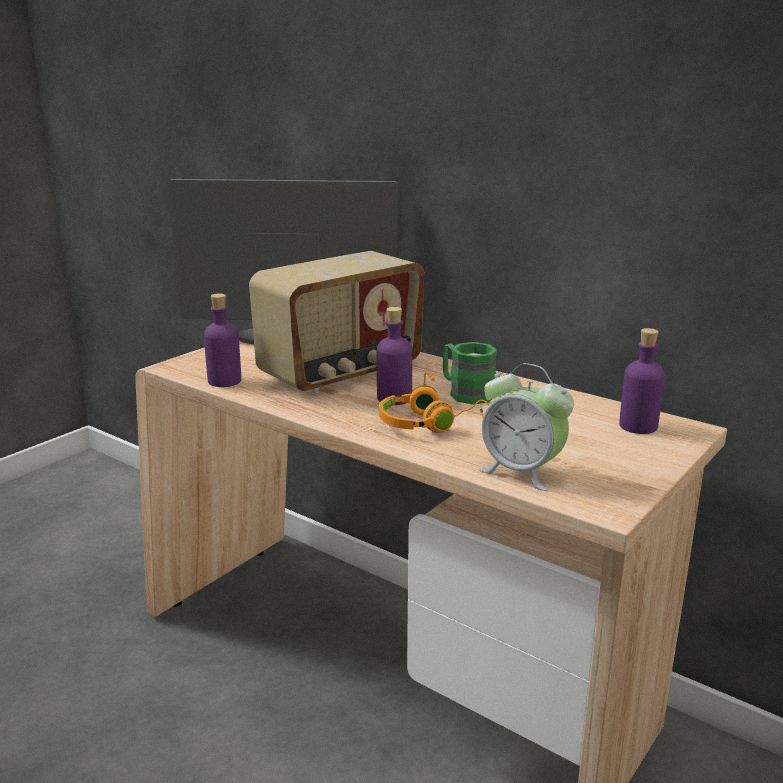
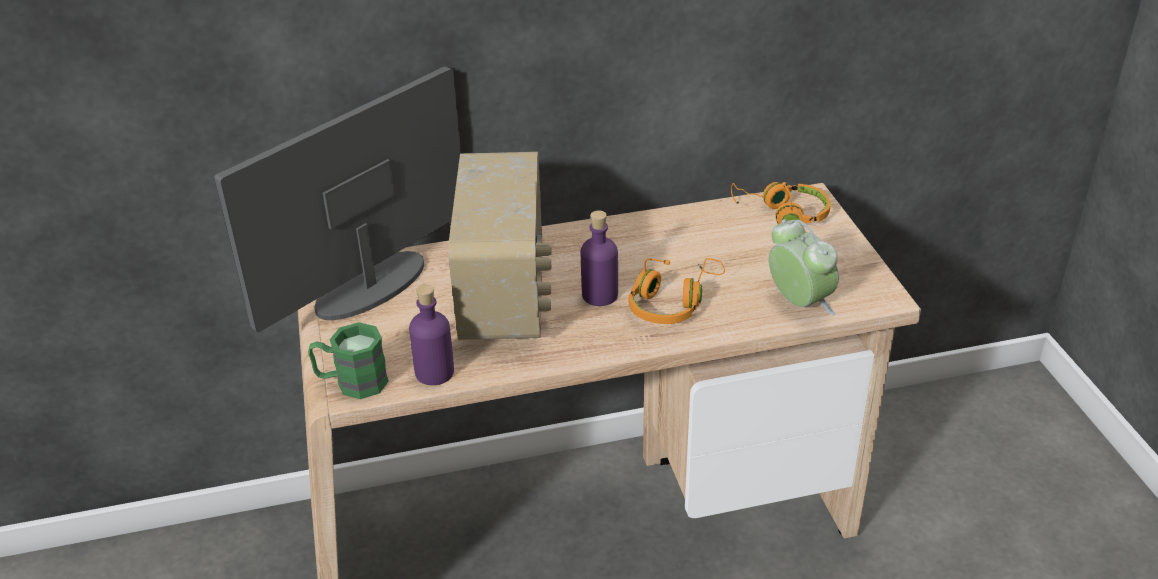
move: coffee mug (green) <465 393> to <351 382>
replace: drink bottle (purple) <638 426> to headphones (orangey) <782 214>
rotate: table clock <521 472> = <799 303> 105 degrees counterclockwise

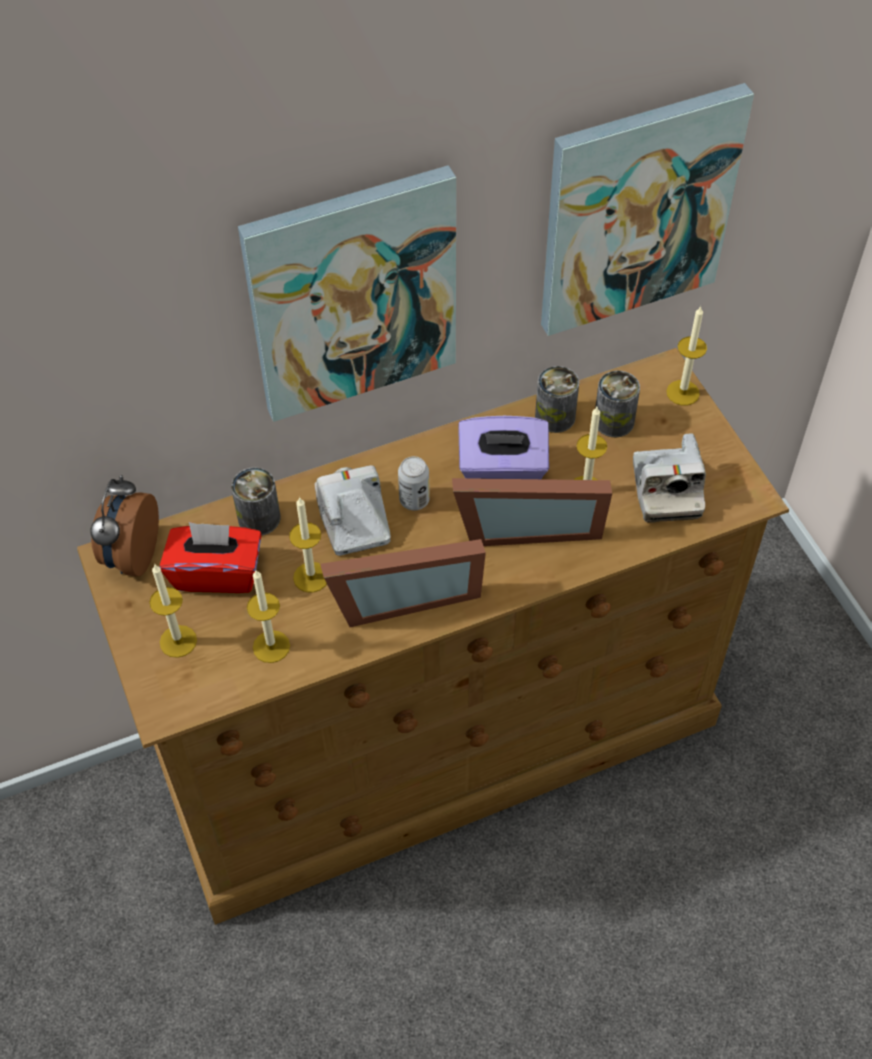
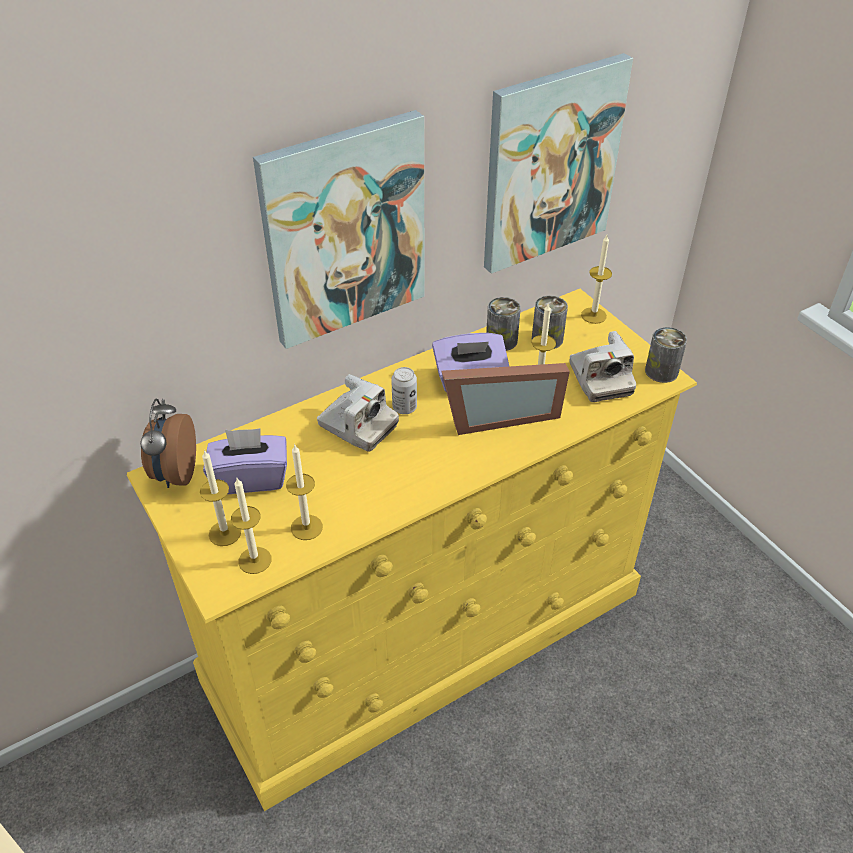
delete: picture frame <402 595>
move: wax candle <311 577> to <255 560>; sealed can <259 518> to <661 371>
recolor: dresser (brown-coloured) <442 742> to dresser (yellowish) <428 636>; tissue holder (red-coloured) <217 573> to tissue holder (purple) <250 477>
rotate: still camera <353 519> = <358 426> 150 degrees clockwise

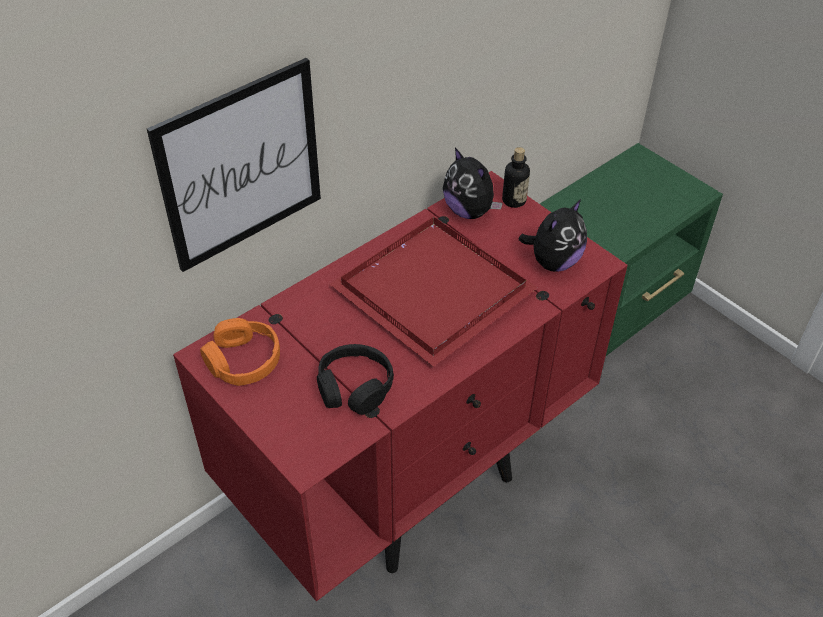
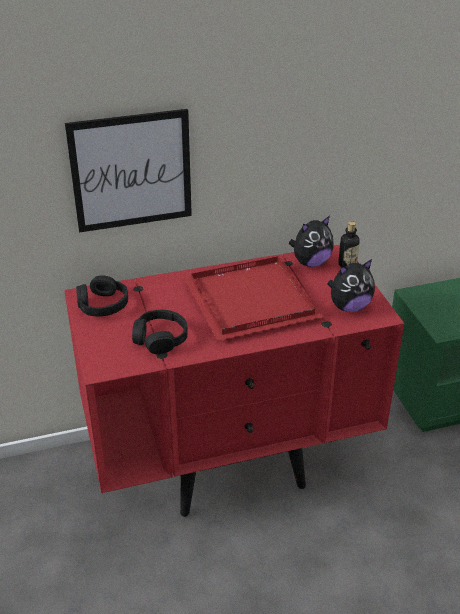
recolor: headphones (orangey) <243 360> to headphones (black) <102 305>
rotate: plush toy <469 211> = <310 262> 105 degrees counterclockwise

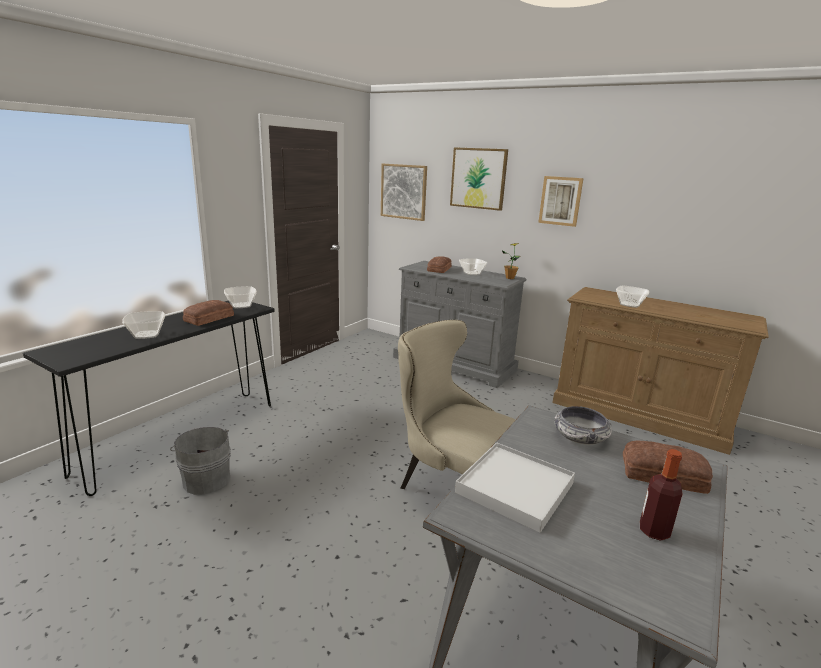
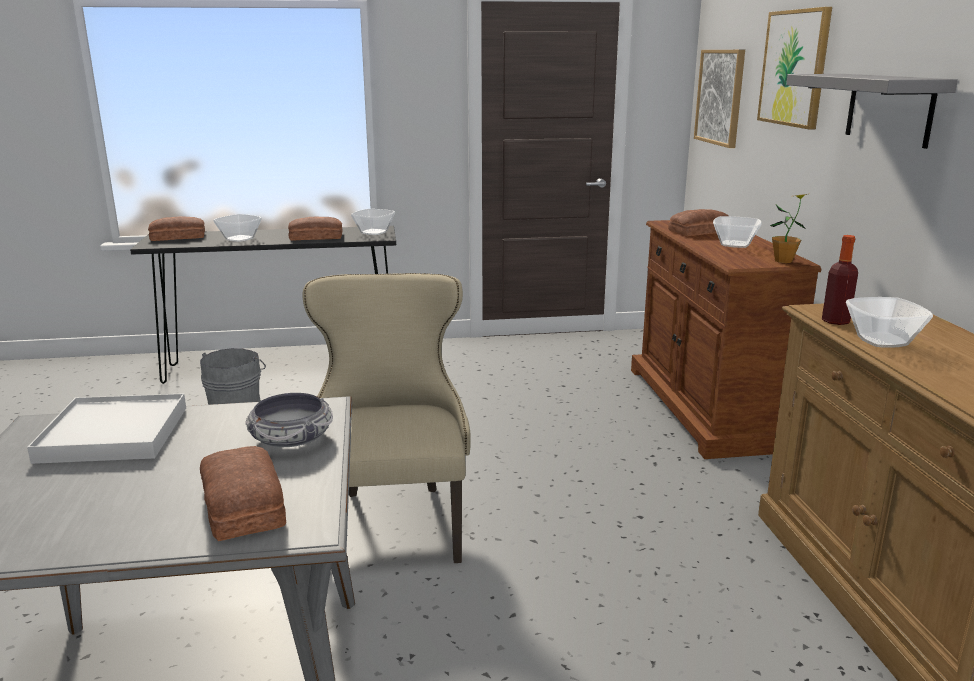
insert: bread <178 237>
move: drink bottle <654 531> to <835 321>
replace: wall picture <560 201> to wall shelf (grey) <889 109>
recolor: dresser (grey) <455 363> to dresser (brown-coloured) <709 407>

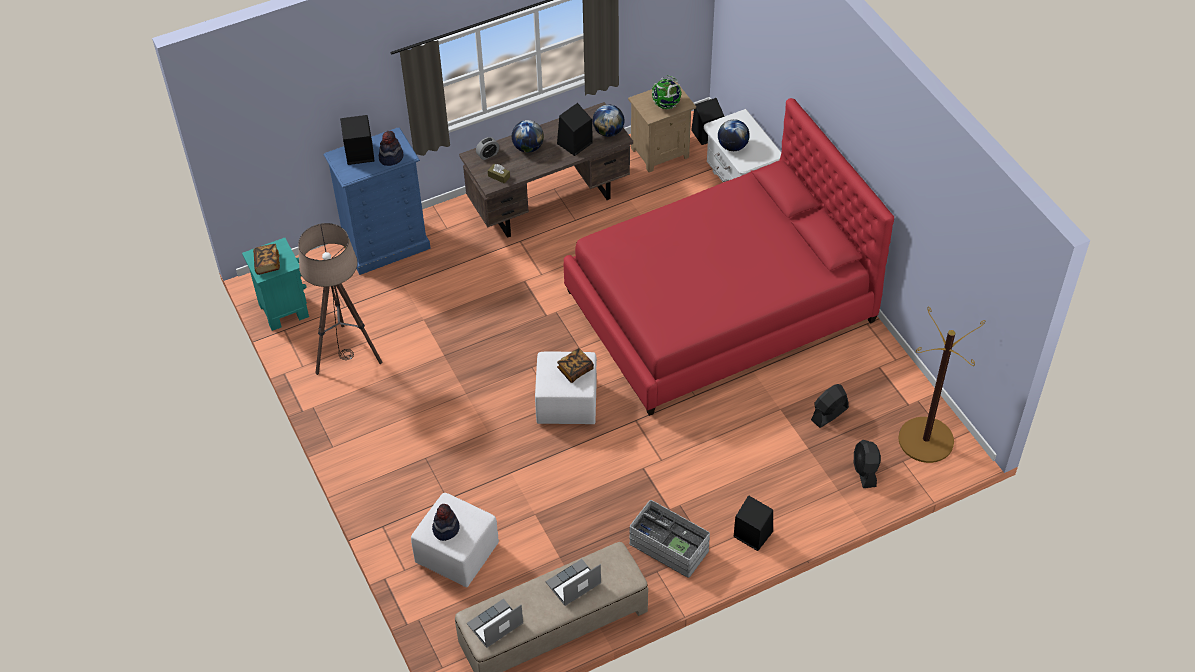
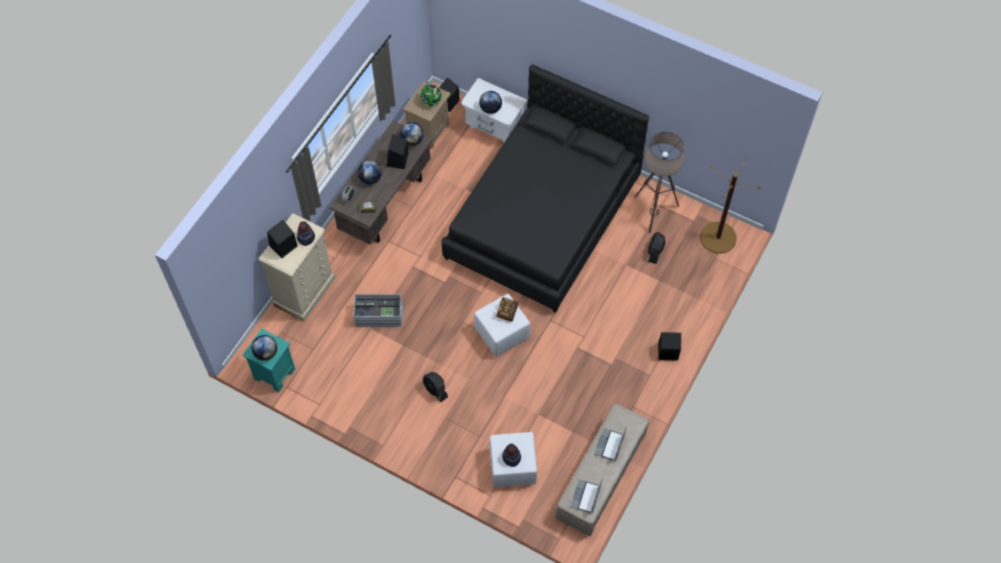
move: storage box (grey) <668 547> to <378 315>; electric fan (black) <865 471> to <435 390>; standard lamp <347 353> to <654 211>
replace: bound book <267 264> to globe <266 353>
recolor: dresser (blue-coloured) <386 245> to dresser (beige) <305 291>; sleeping bed (red-coloured) <720 306> to sleeping bed (black) <543 217>

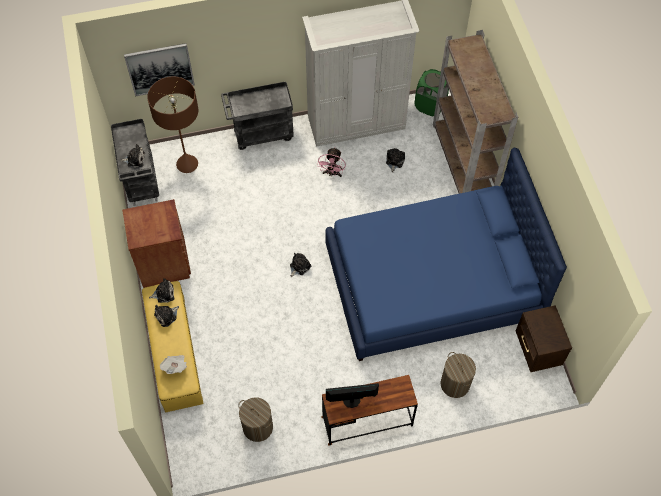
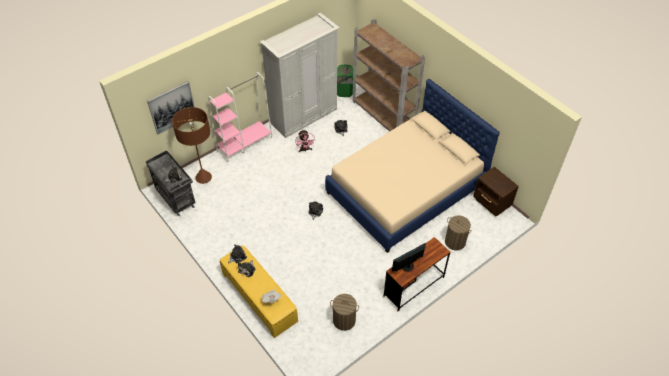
delete: dresser (brown-coloured) <163 263>
replace: wheeled cart (black) <260 136> to garment rack (pink) <245 144>
recolor: sleeping bed (blue-coloured) <433 282> to sleeping bed (beige) <406 189>

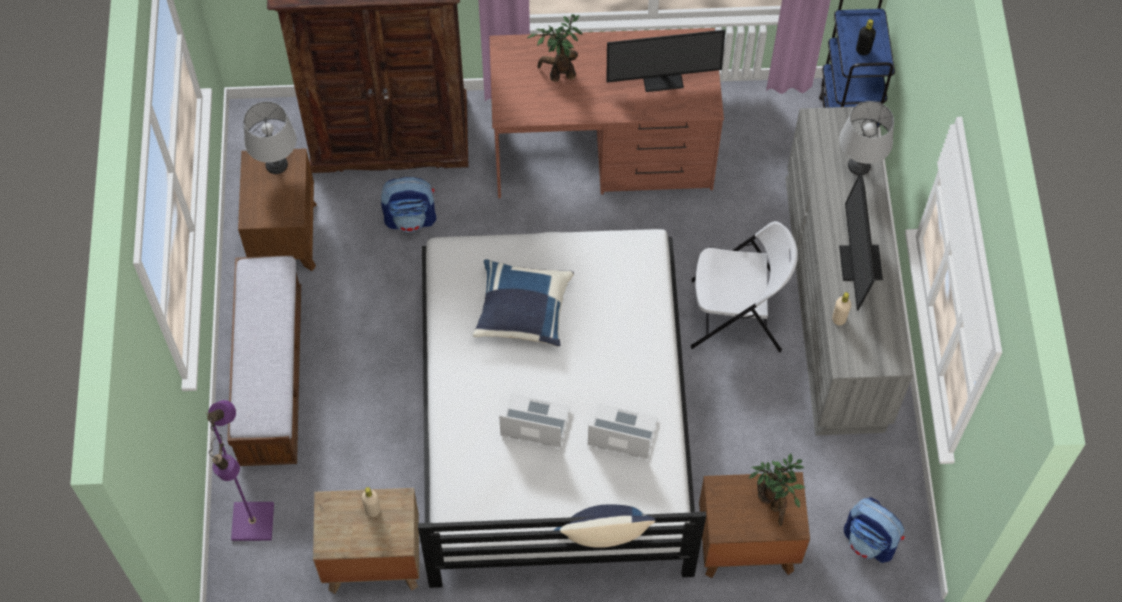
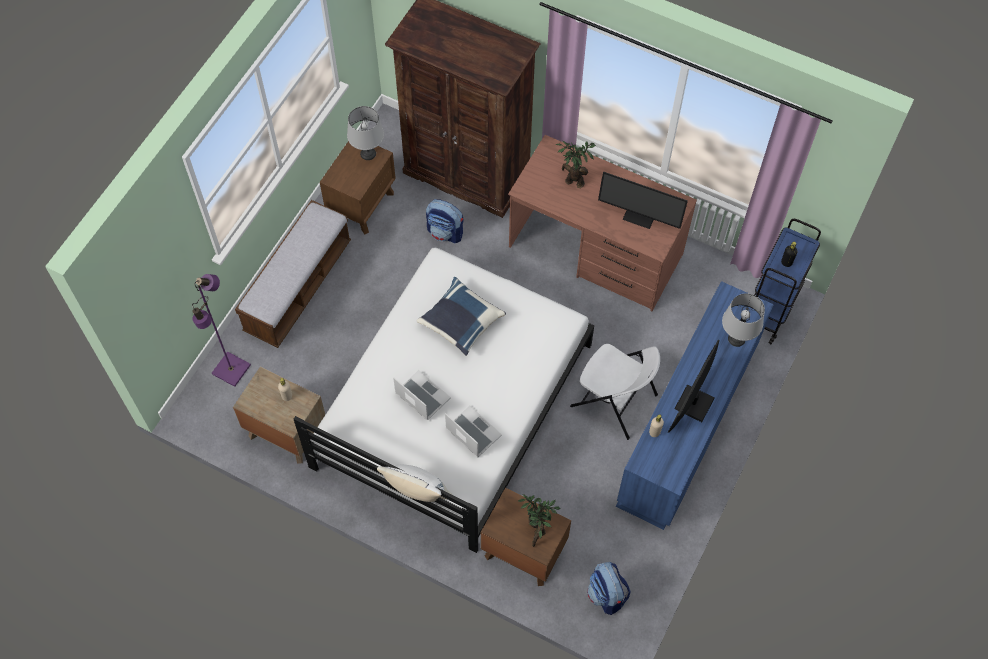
recolor: cushion (blue-coloured) <603 541> to cushion (white-coloured) <416 493>; dresser (grey) <836 300> to dresser (blue-coloured) <688 426>

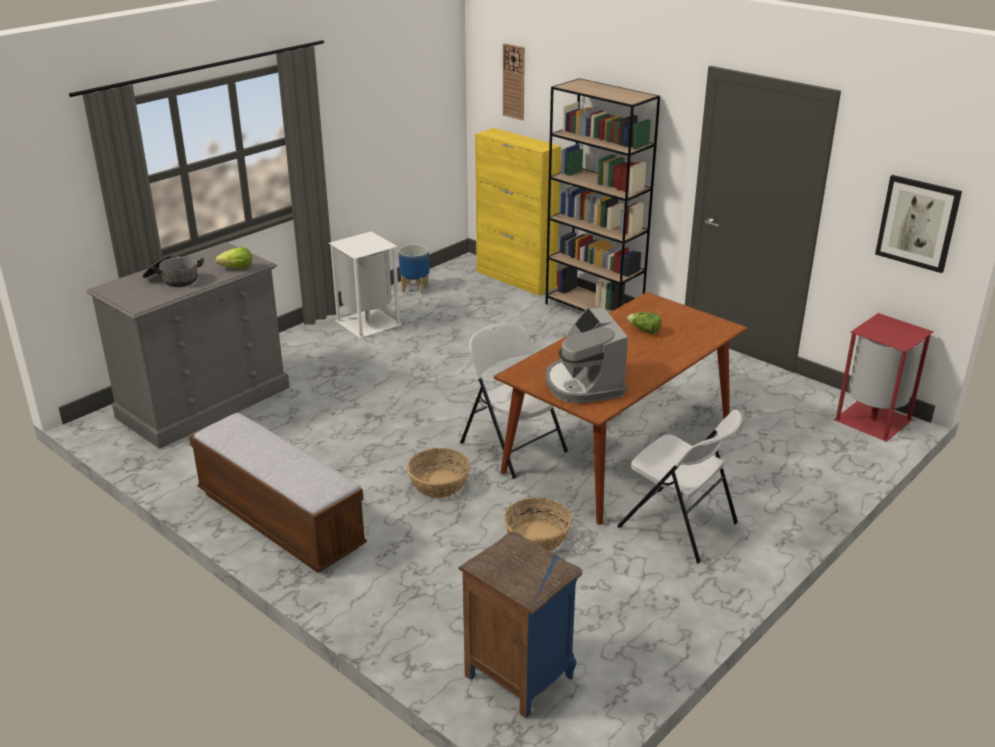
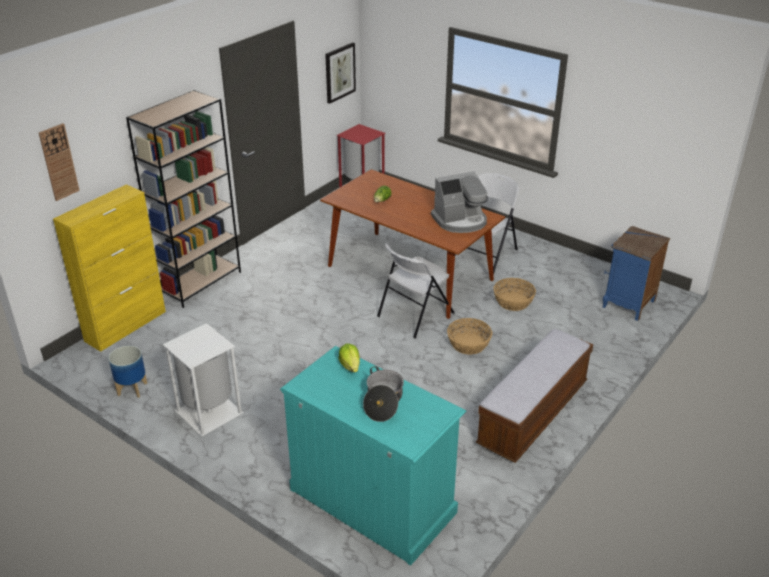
recolor: dresser (grey) <205 402> to dresser (blue-green) <372 500>

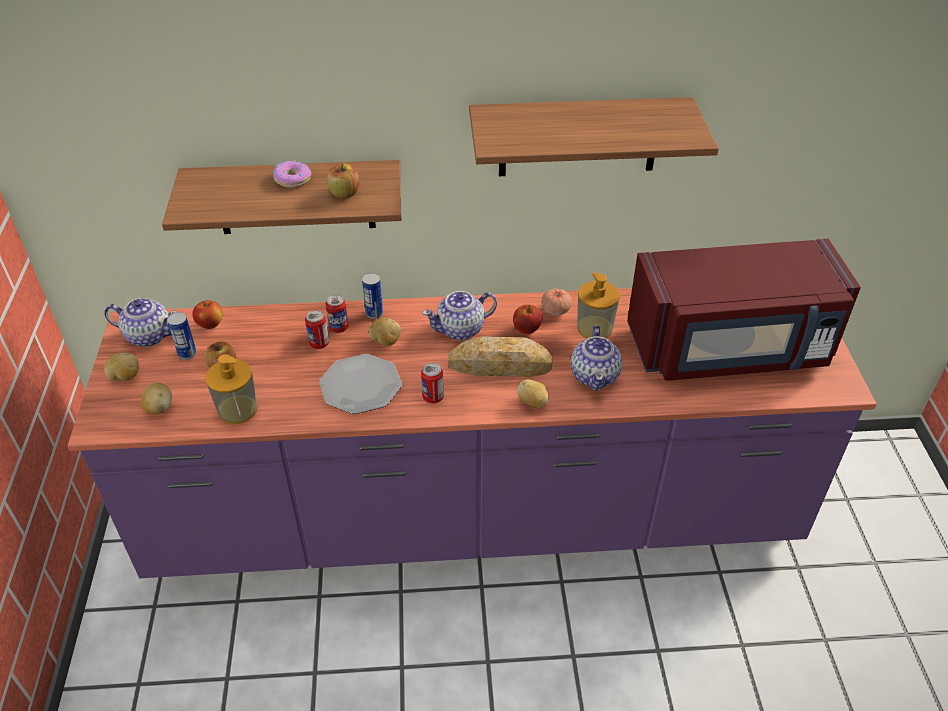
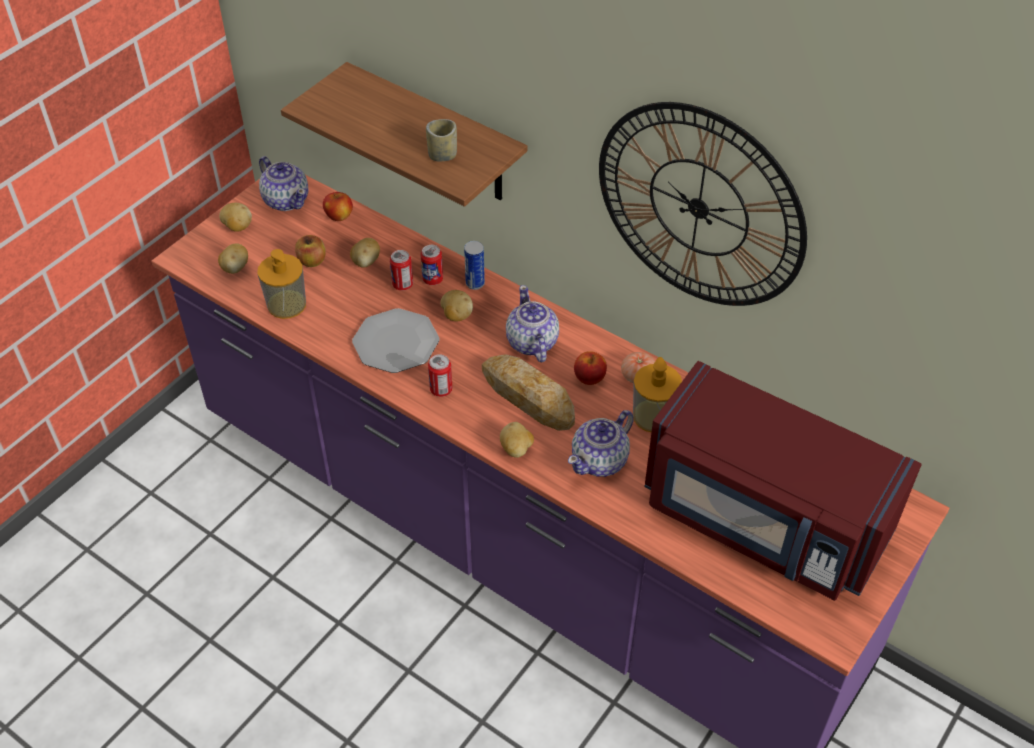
delete: sealed can <187 354>; doughnut <292 179>
insert: whole potato <366 262>
replace: apple <344 193> to small cup <442 155>; wall shelf <578 137> to clock on the wall <699 207>
rotate: pot for tea <461 329> = <531 343> 60 degrees clockwise

